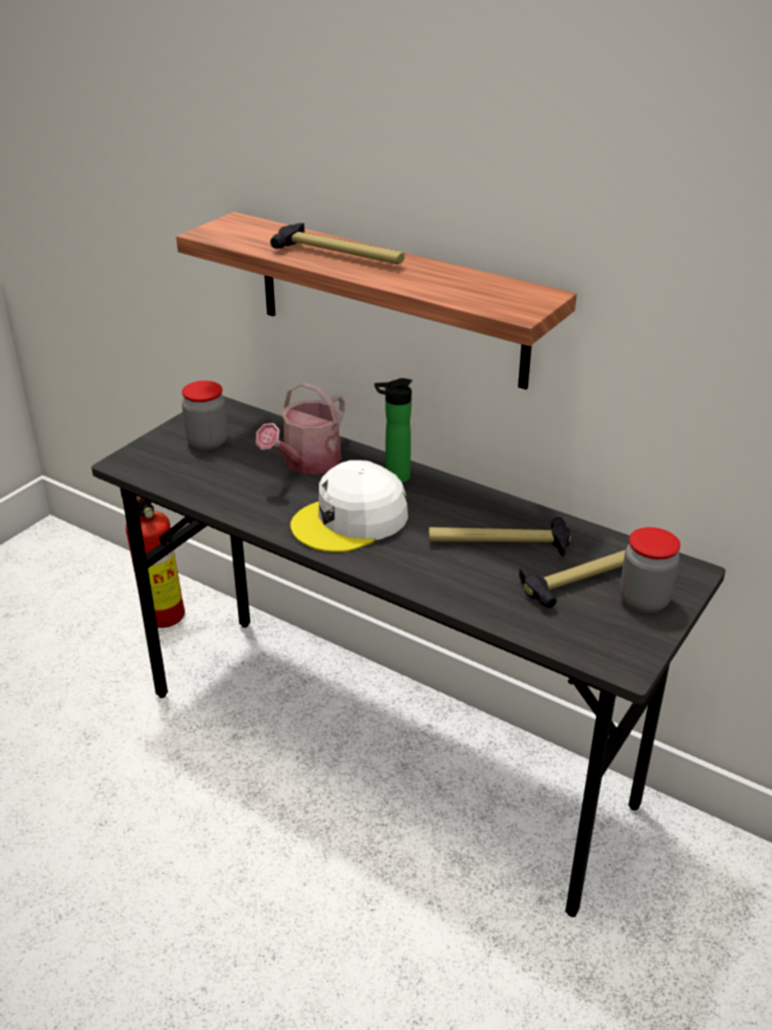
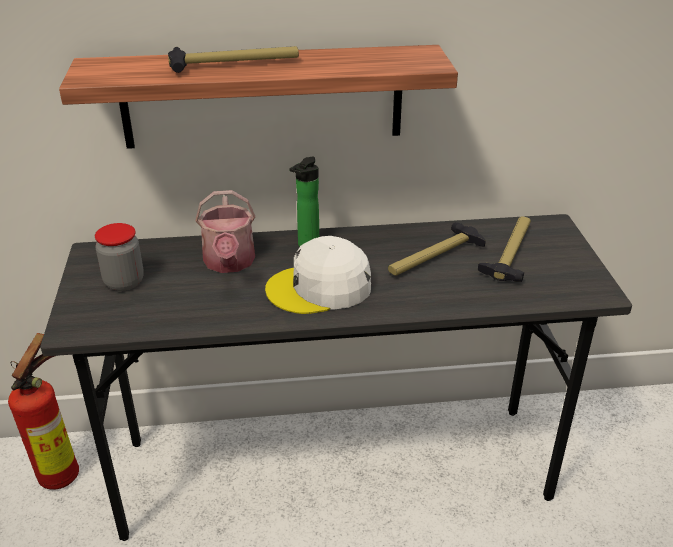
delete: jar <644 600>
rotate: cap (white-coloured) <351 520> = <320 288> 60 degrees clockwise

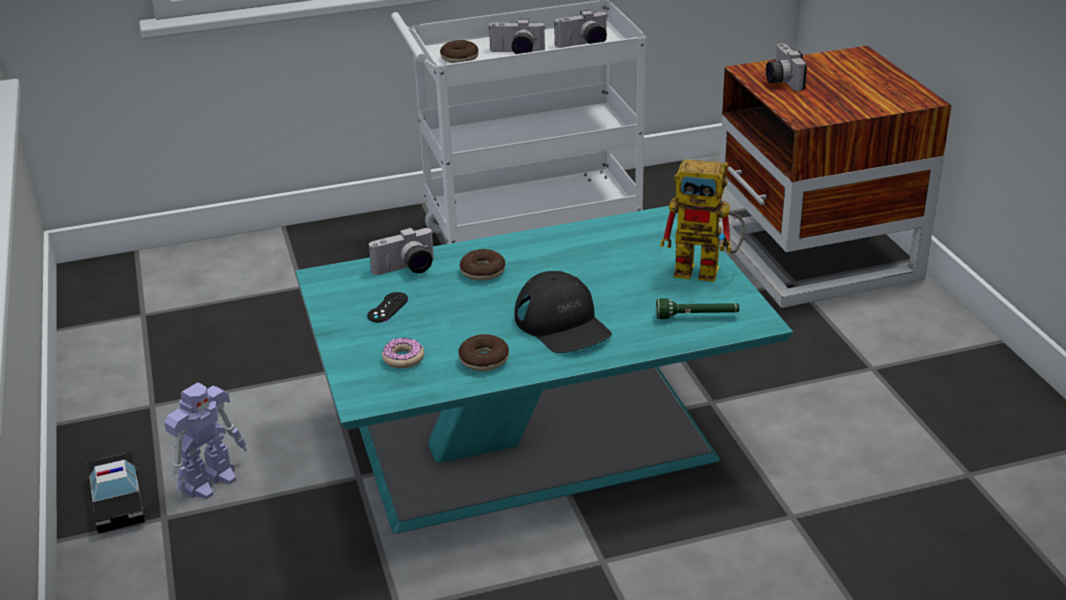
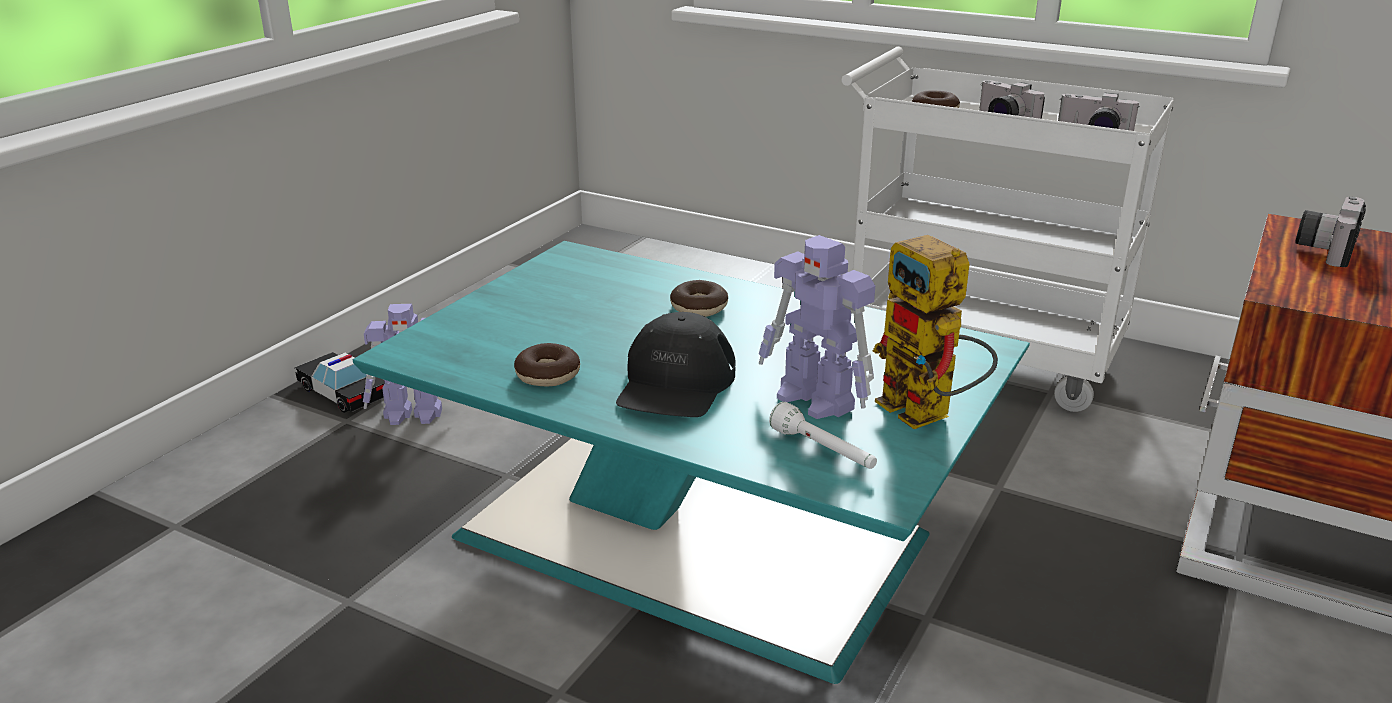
delete: joypad (black) <387 307>; still camera <406 269>; doughnut <403 358>
insert: toy robot <816 400>
recolor: hand torch (green) <697 317> to hand torch (white-coloured) <823 451>
rotate: miniature car <118 501> = <343 392> 105 degrees clockwise

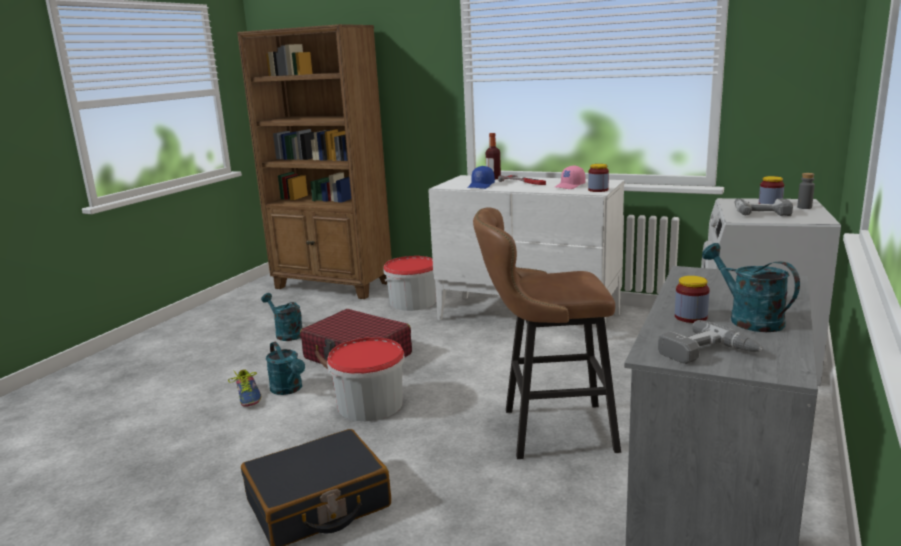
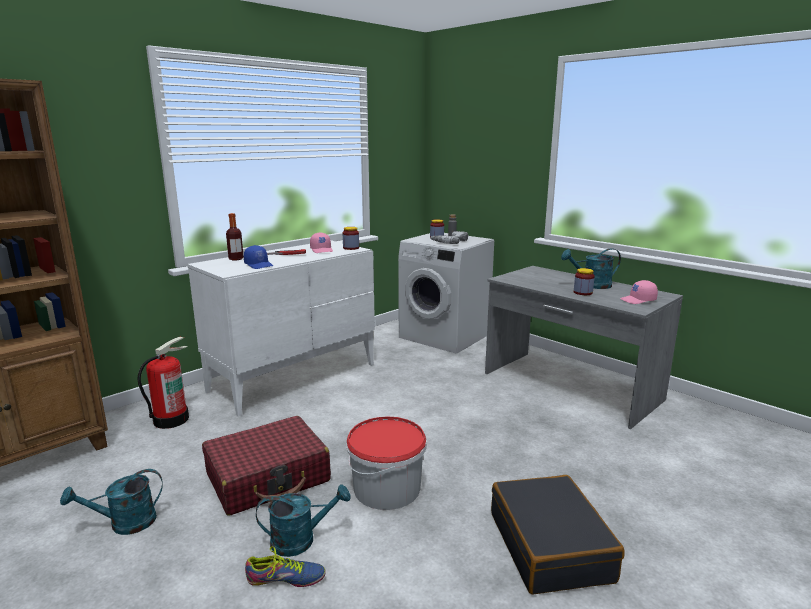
delete: sitting stool (brown-coloured) <543 430>
replace: pail <413 302> to fire-fighting cylinder <171 419>; electric drill <708 354> to cap (pink) <638 300>

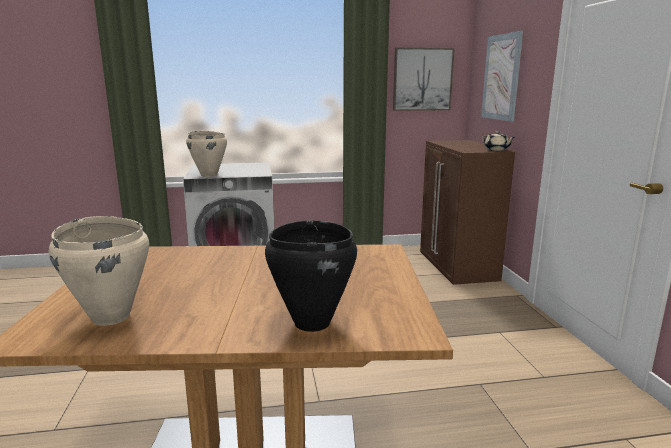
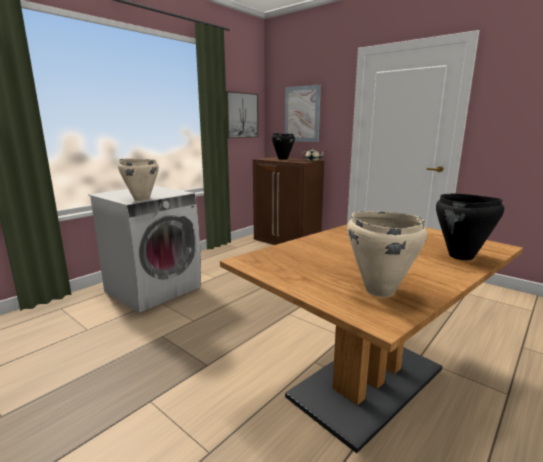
insert: stockpot (black) <282 159>

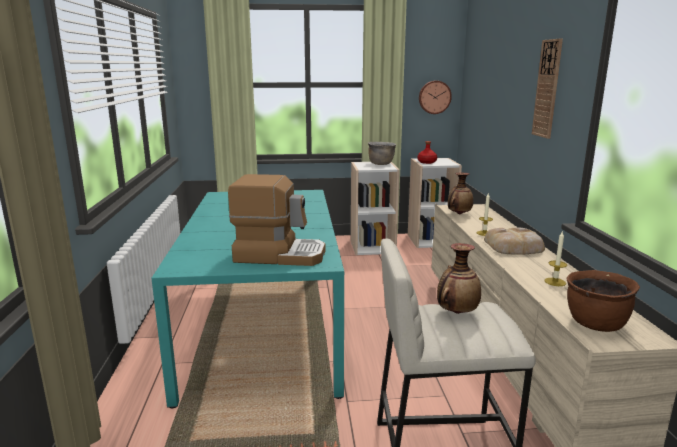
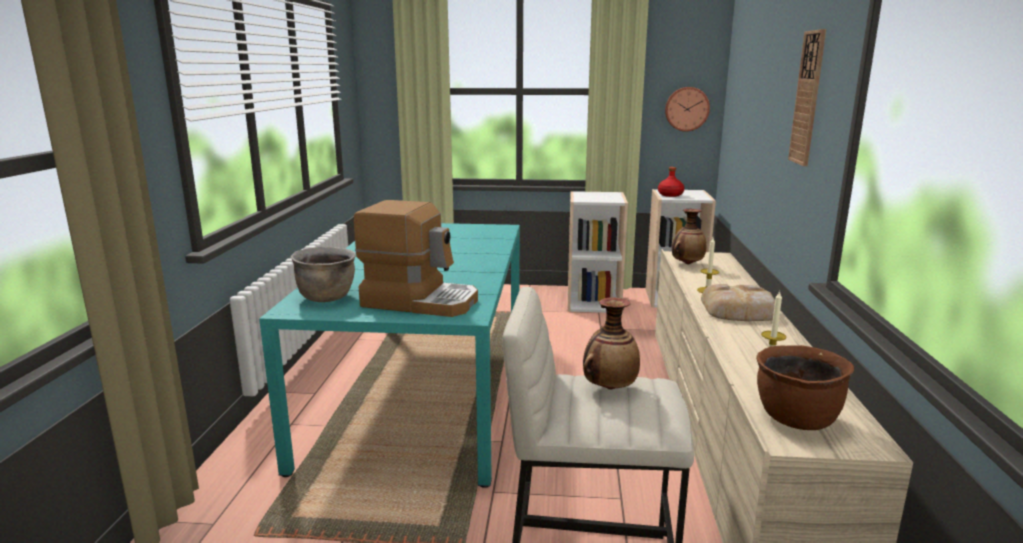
move: stockpot (brown-coloured) <381 164> to <327 297>

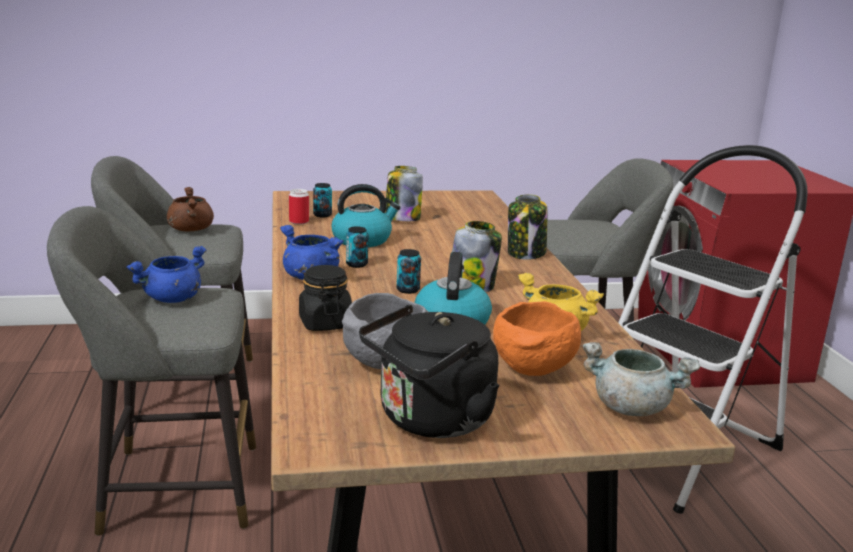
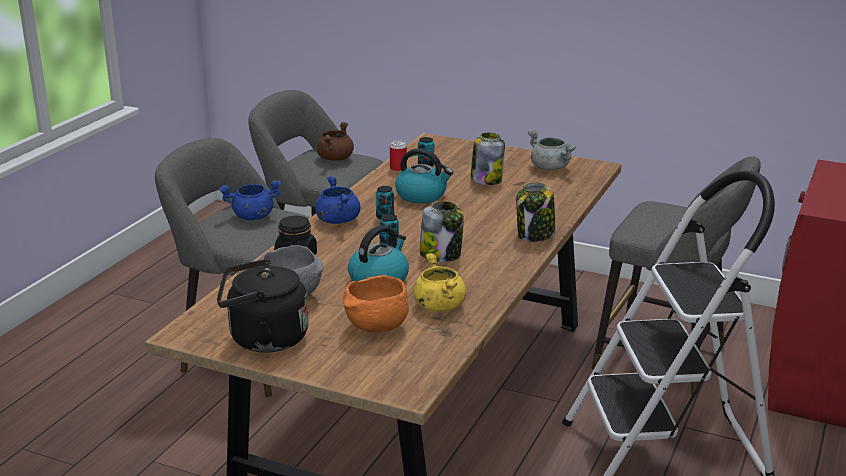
move: stockpot (grey) <632 407> to <551 168>

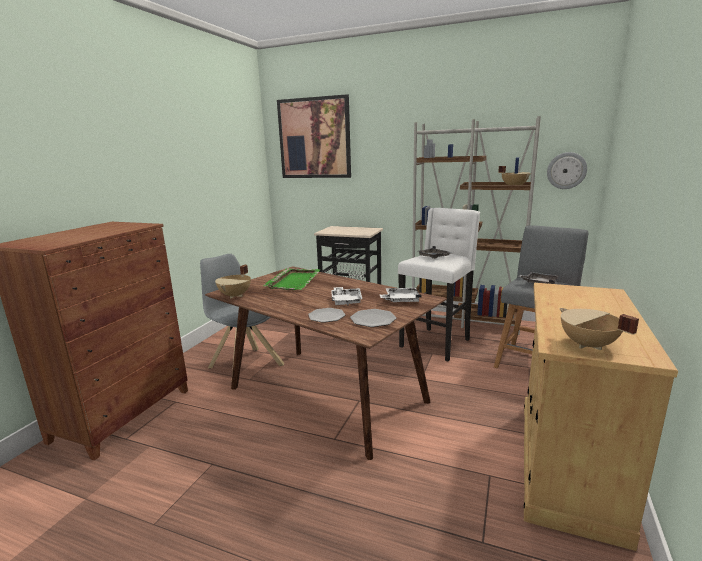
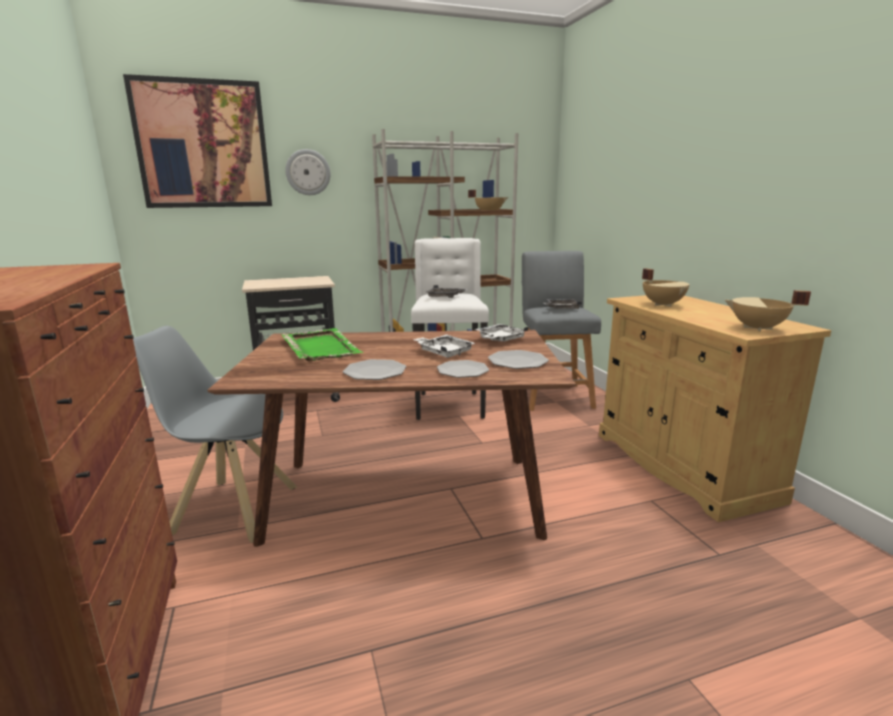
insert: plate <375 372>
move: clock on the wall <566 170> to <308 172>; stockpot (beige) <235 295> to <663 304>

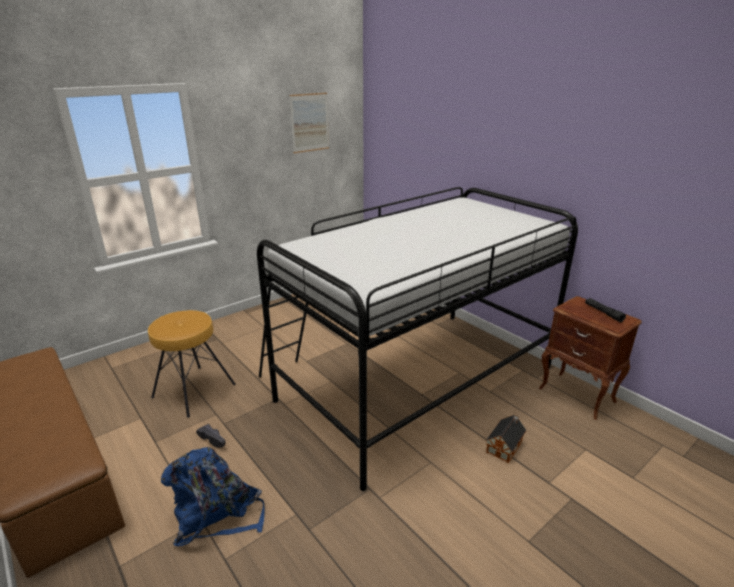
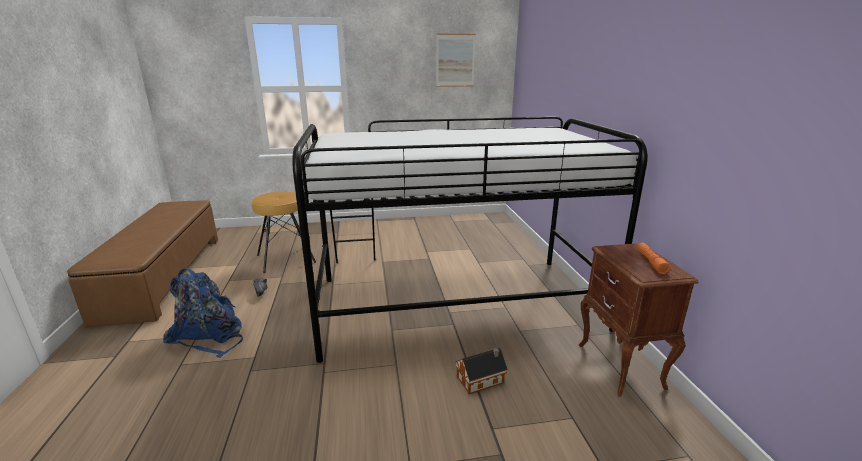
recolor: hand torch (black) <603 313> to hand torch (orangey) <650 262>

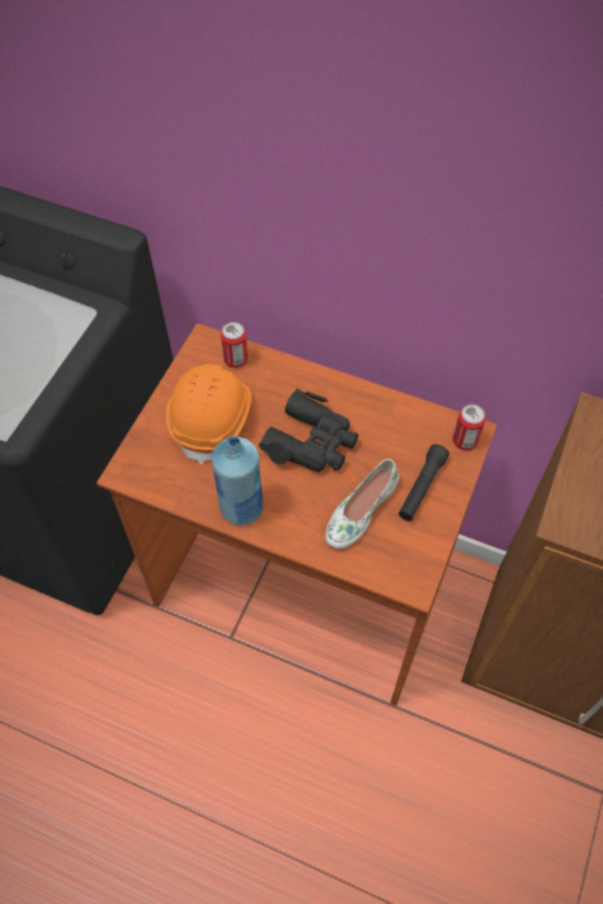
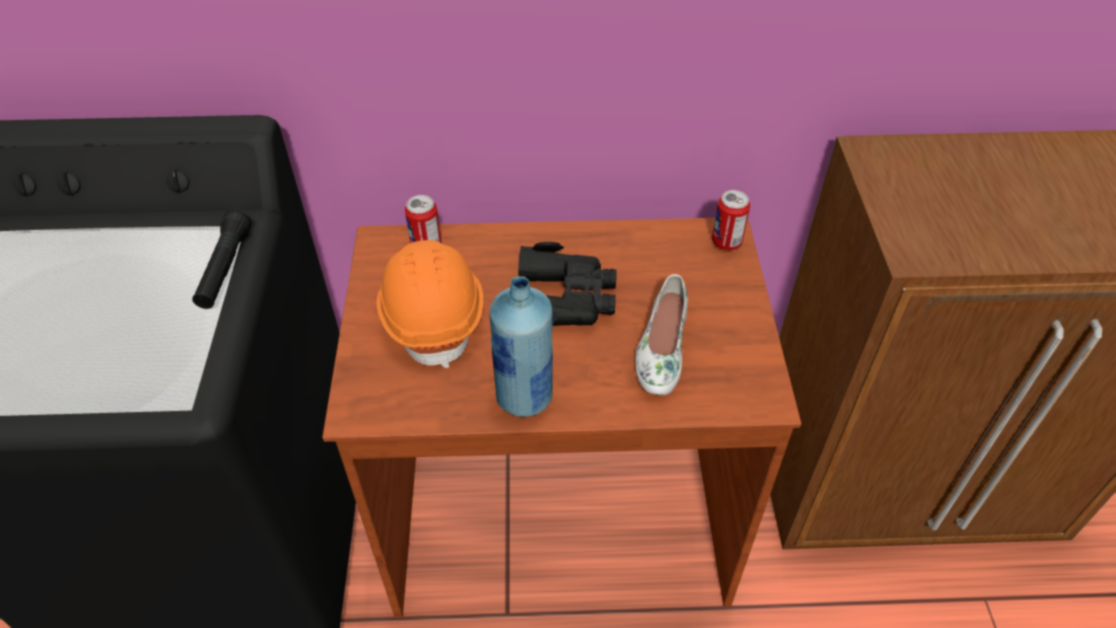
move: hand torch (black) <421 488> to <225 269>

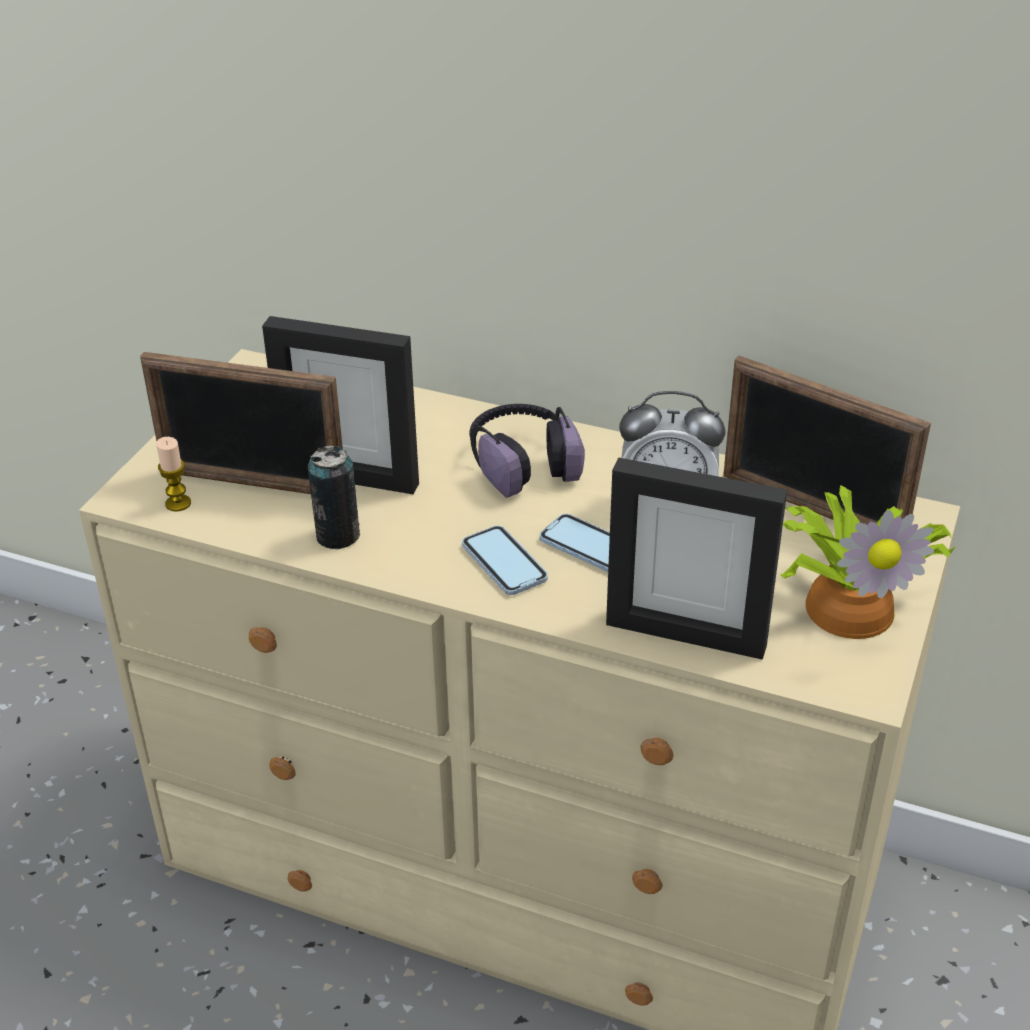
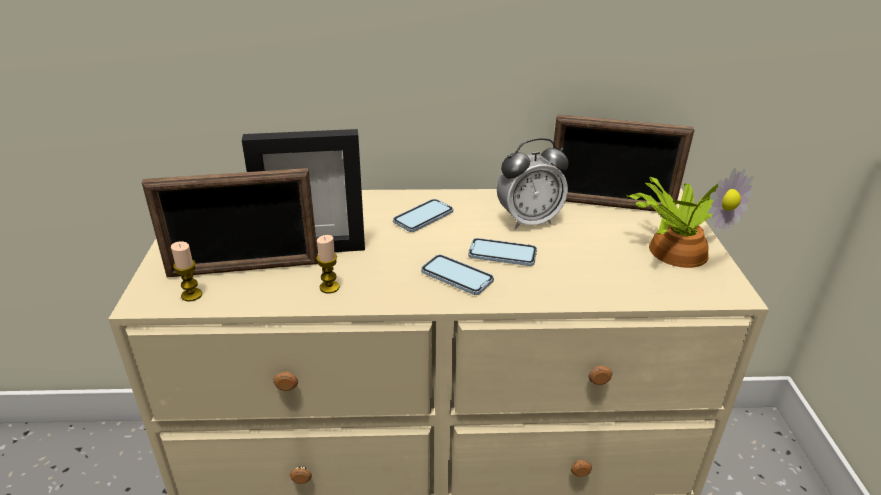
delete: picture frame <686 632>
replace: sealed can <337 535> to wax candle <329 287>; headphones <523 463> to phone <423 217>

